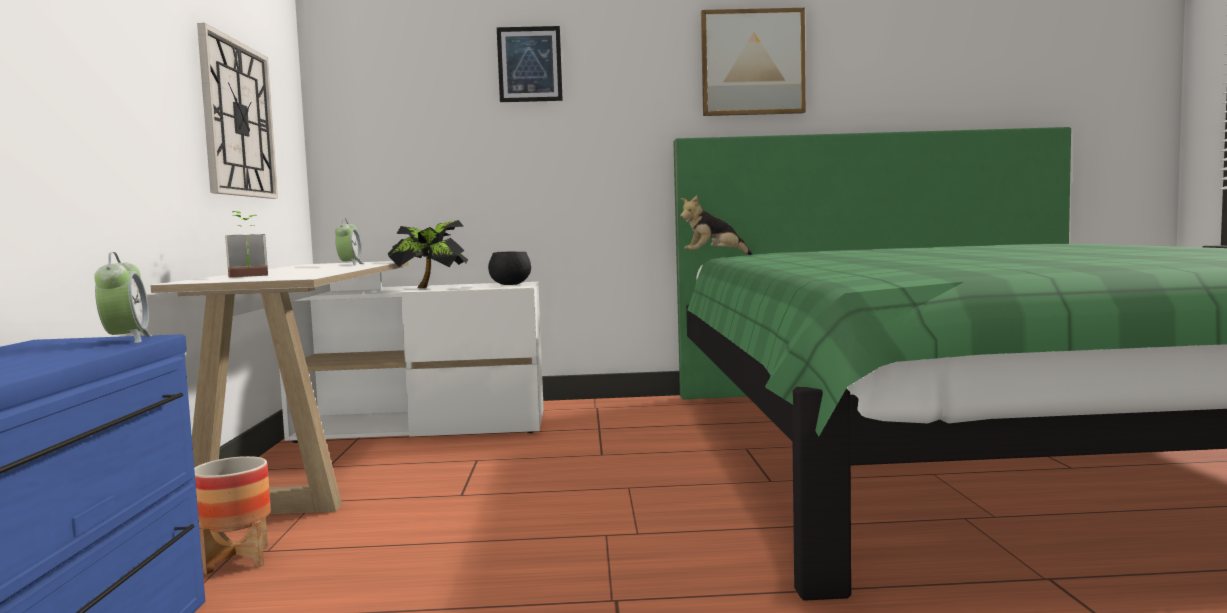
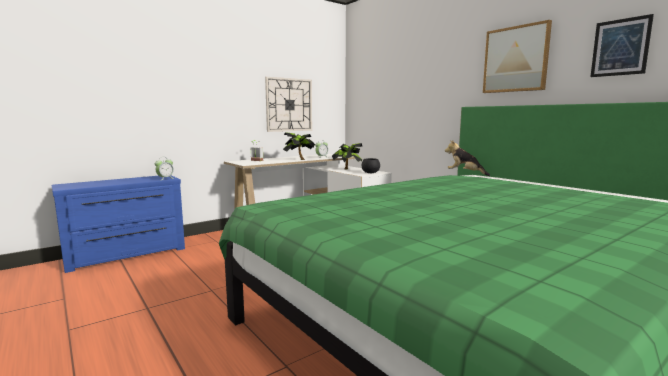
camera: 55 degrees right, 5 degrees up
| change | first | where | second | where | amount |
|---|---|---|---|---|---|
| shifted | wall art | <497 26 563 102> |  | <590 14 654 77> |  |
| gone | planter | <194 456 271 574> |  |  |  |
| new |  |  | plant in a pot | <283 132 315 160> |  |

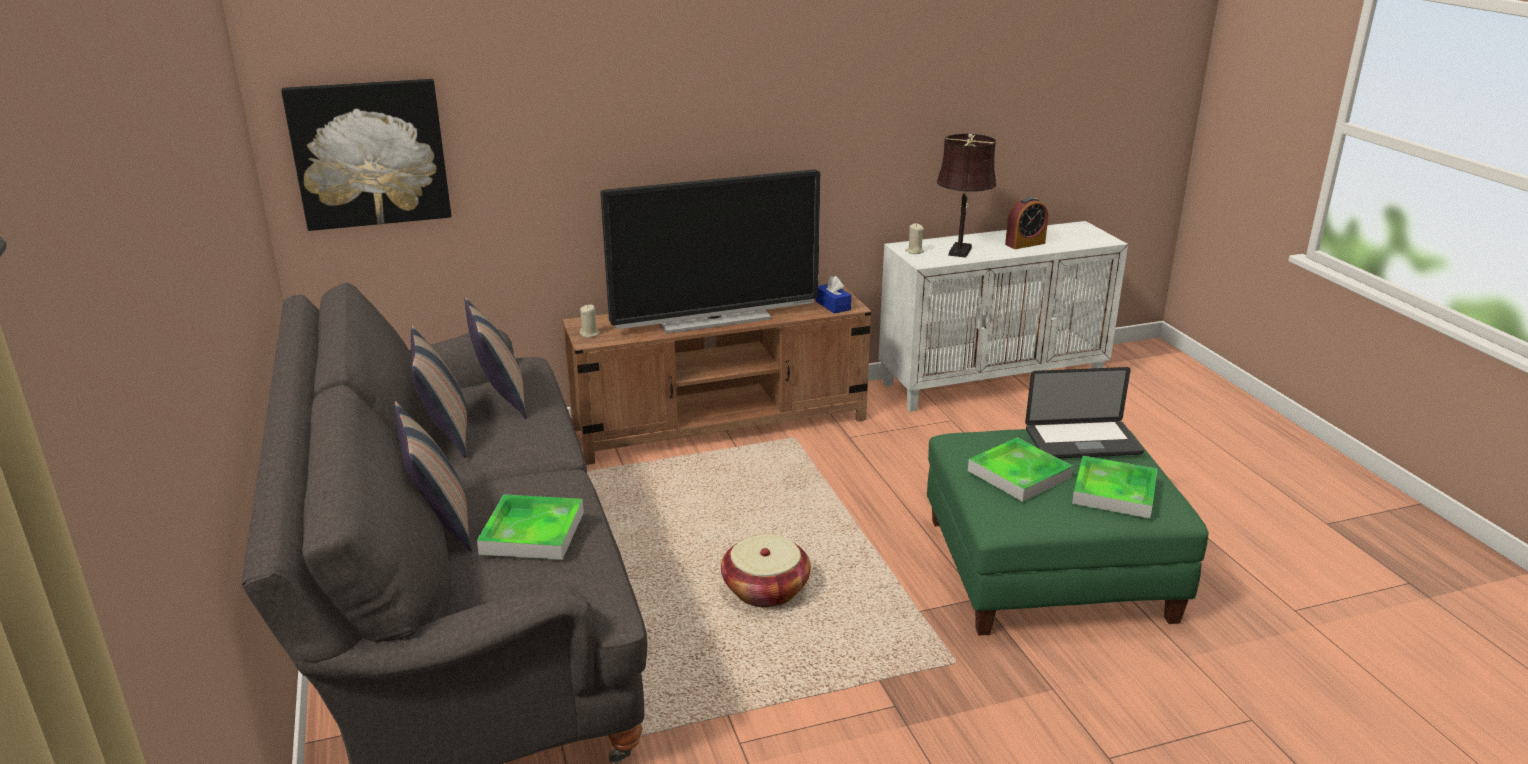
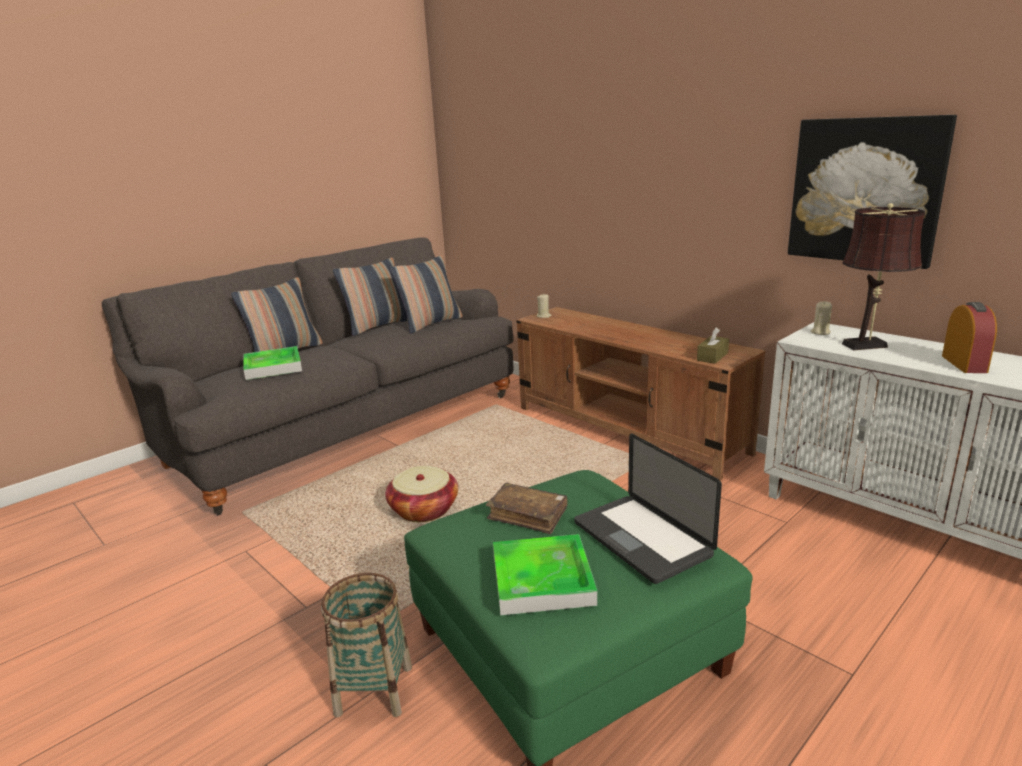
camera: 65 degrees right, 5 degrees down
| change | first | where | second | where | amount |
|---|---|---|---|---|---|
| shifted | wall art | <281 79 451 231> |  | <788 115 957 269> |  |
| gone | TV | <600 169 821 334> |  |  |  |
| rotated | bedside clock | <1005 197 1048 249> |  | <942 302 997 373> | 120 degrees counterclockwise |
| repainted | box of tissues (blue-coloured) | <815 276 851 314> | box of tissues (brown) | <697 327 729 364> |  |
| swapped | carrying tray | <968 438 1073 502> | volume (brown) | <486 483 568 534> |  |
| new |  |  | basket | <321 573 412 717> |  |

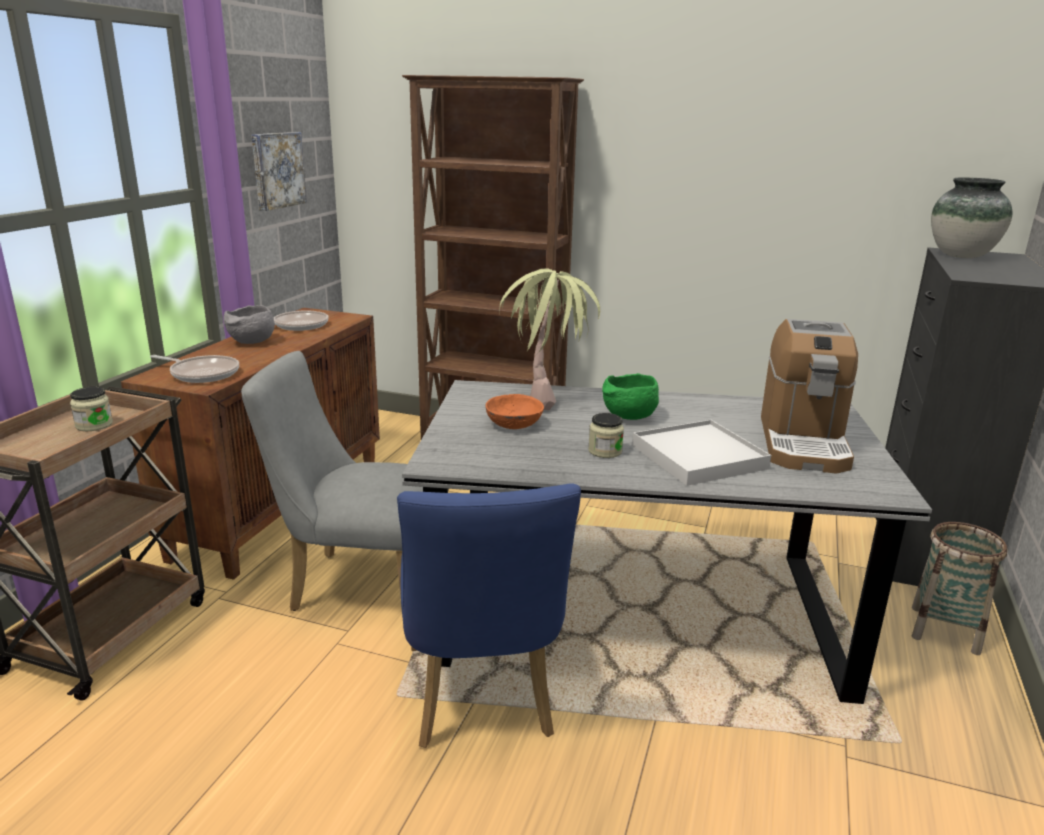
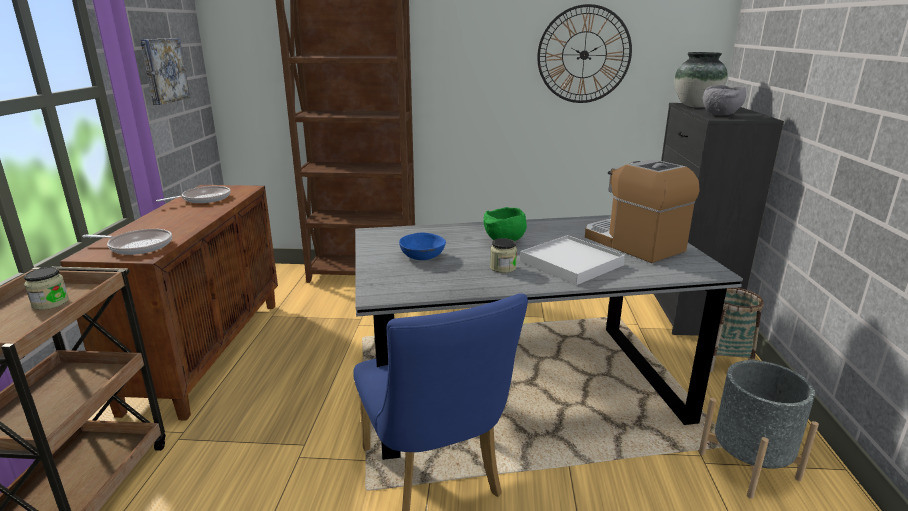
camera: 15 degrees left, 0 degrees up
| change | first | where | second | where | amount |
|---|---|---|---|---|---|
| gone | plant in a pot | <499 268 600 410> |  |  |  |
| shifted | serving bowl (greyish) | <224 305 275 344> |  | <703 85 746 115> |  |
| rotated | coffee brewer | <761 319 858 474> |  | <585 159 699 263> | 150 degrees clockwise |
| gone | upright chair (greyish) | <241 351 423 611> |  |  |  |
| repainted | serving bowl (orange-coloured) | <486 394 544 429> | serving bowl (blue-coloured) | <399 233 446 260> |  |
| new |  |  | clock on the wall | <537 4 632 103> |  |
| new |  |  | planter (greyish) | <699 360 819 499> |  |

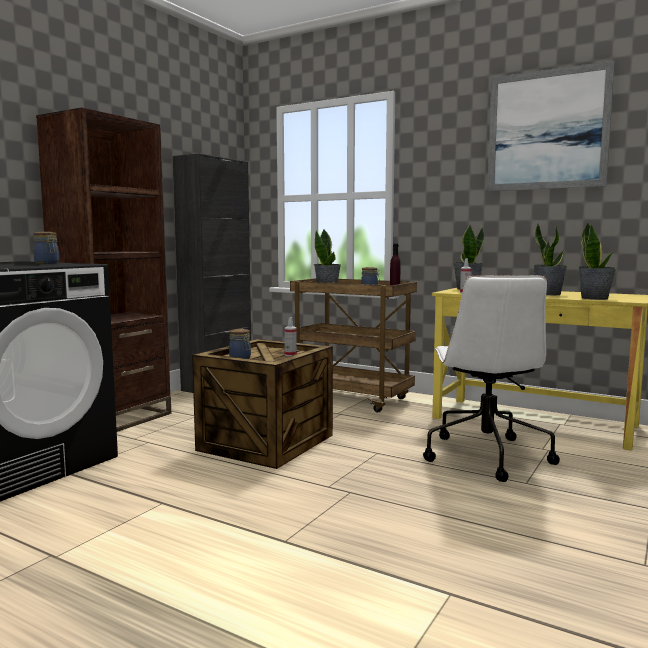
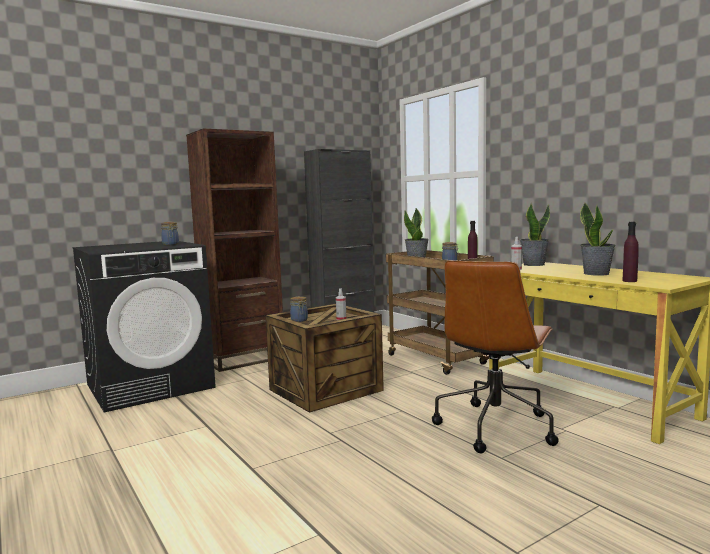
camera: 25 degrees right, 0 degrees up
| change | first | where | second | where | amount |
|---|---|---|---|---|---|
| gone | wall art | <487 61 615 191> |  |  |  |
| swapped | plant in a pot | <578 222 616 300> | beverage bottle (purple-coloured) | <622 222 639 282> |  |
| repainted | desk chair (white) | <423 275 560 482> | desk chair (brown) | <432 261 559 454> |  |

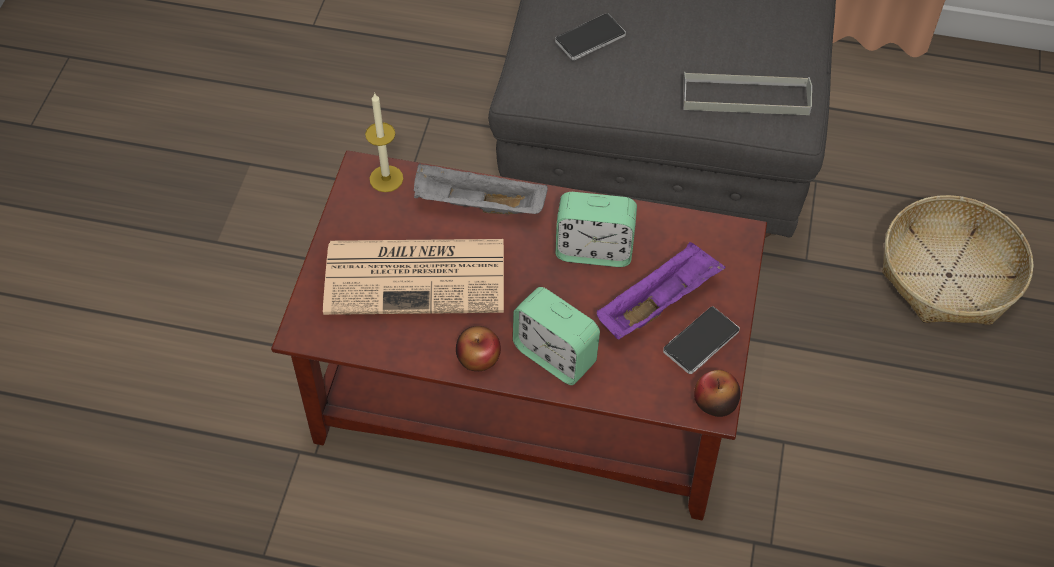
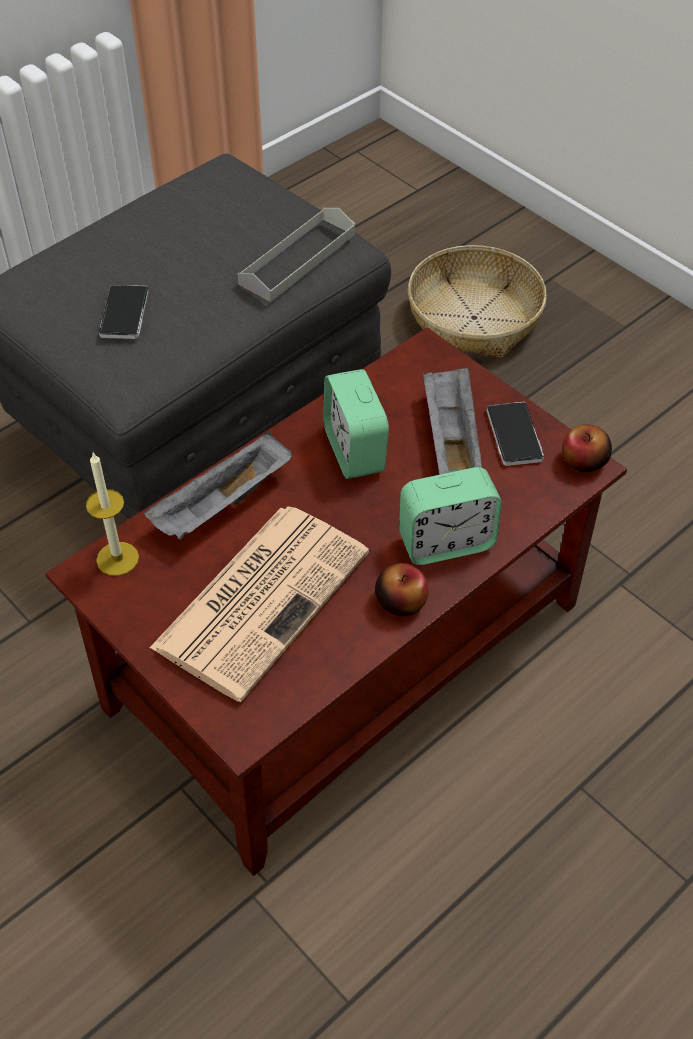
camera: 55 degrees left, 5 degrees down
| change | first | where | second | where | amount |
|---|---|---|---|---|---|
| rotated | bedside clock | <556 192 637 267> |  | <323 369 389 479> | 120 degrees clockwise |
| repainted | carrying tray (purple-coloured) | <597 242 726 339> | carrying tray (greyish) | <423 367 482 475> |  |

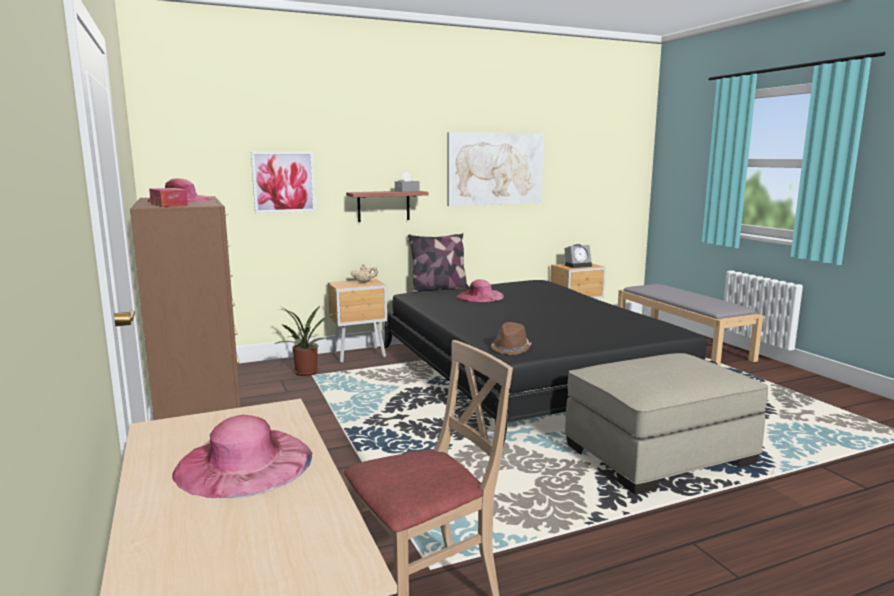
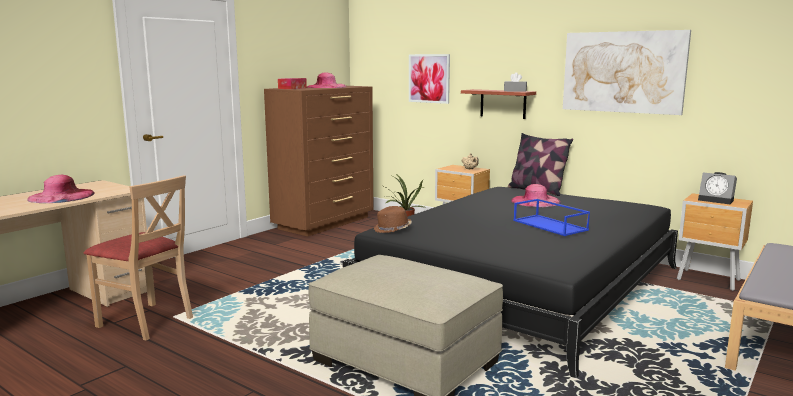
camera: 60 degrees right, 0 degrees up
| change | first | where | second | where | amount |
|---|---|---|---|---|---|
| new |  |  | carrying tray (blue-coloured) | <513 199 590 236> |  |

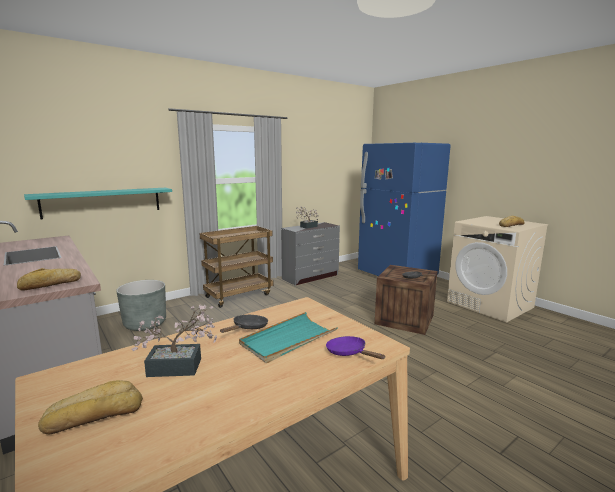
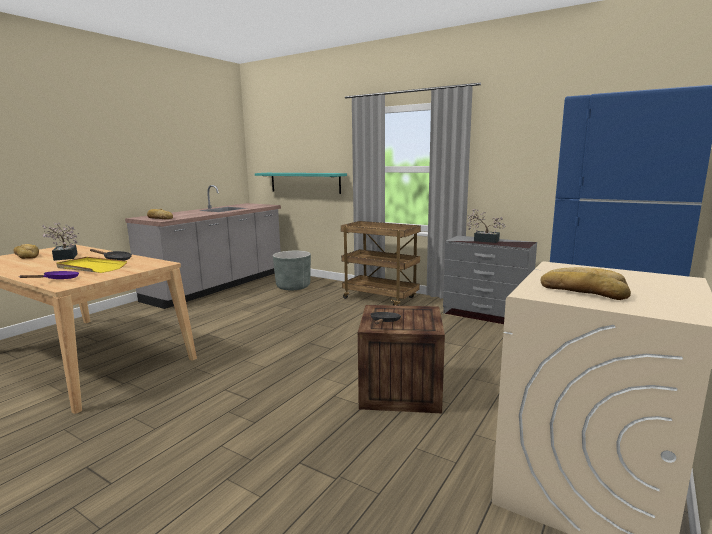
camera: 70 degrees right, 0 degrees up
| change | first | where | second | where | amount |
|---|---|---|---|---|---|
| repainted | carrying tray (blue-green) | <239 312 338 363> | carrying tray (yellowish) | <56 257 127 273> |  |

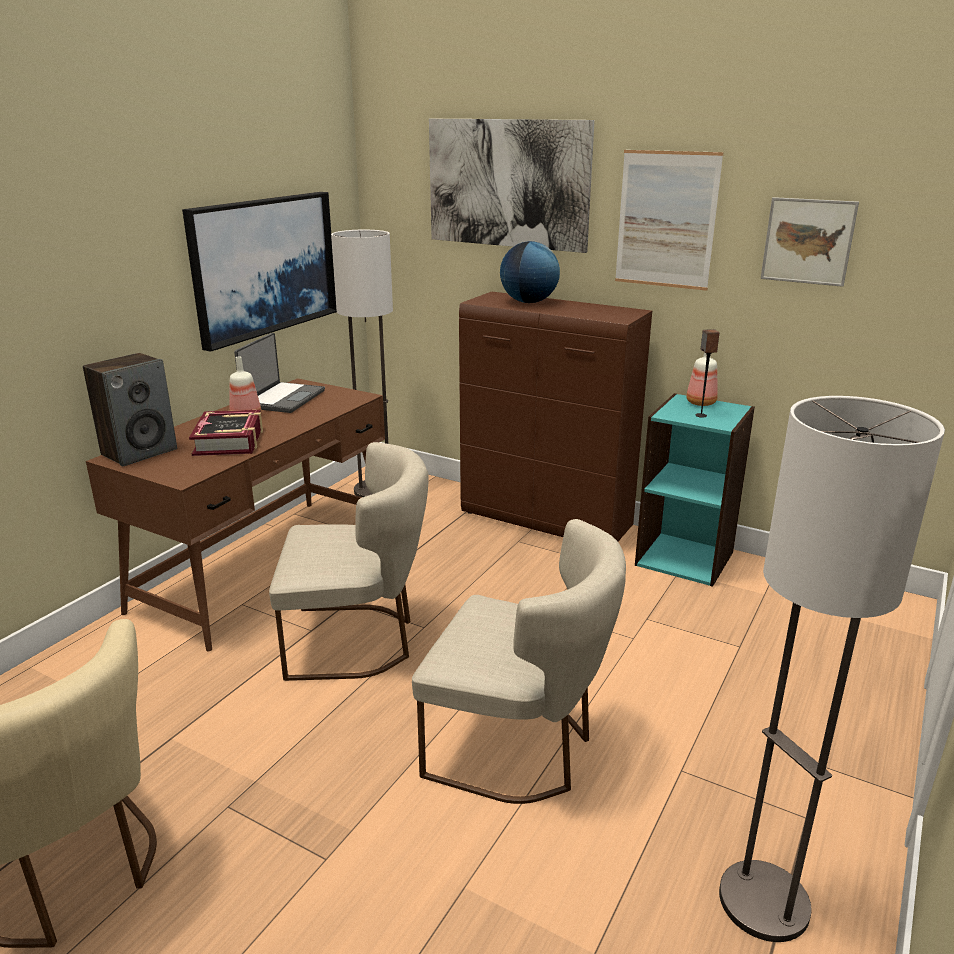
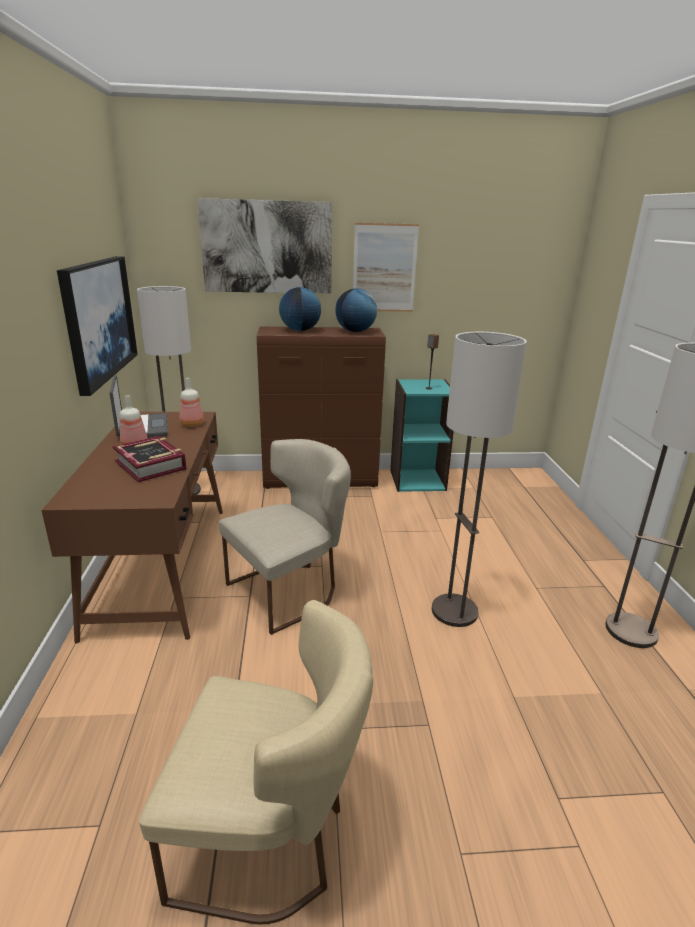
camera: 35 degrees left, 0 degrees up
| change | first | where | second | where | amount |
|---|---|---|---|---|---|
| gone | wall art | <761 197 859 287> |  |  |  |
| shifted | beverage bottle | <686 352 718 406> |  | <180 378 204 427> |  |
| gone | loudspeaker | <83 353 177 467> |  |  |  |
| swapped | upright chair (beige-coloured) | <412 519 626 804> | standard lamp | <432 332 527 627> |  |
| new |  |  | globe | <335 289 377 332> |  |

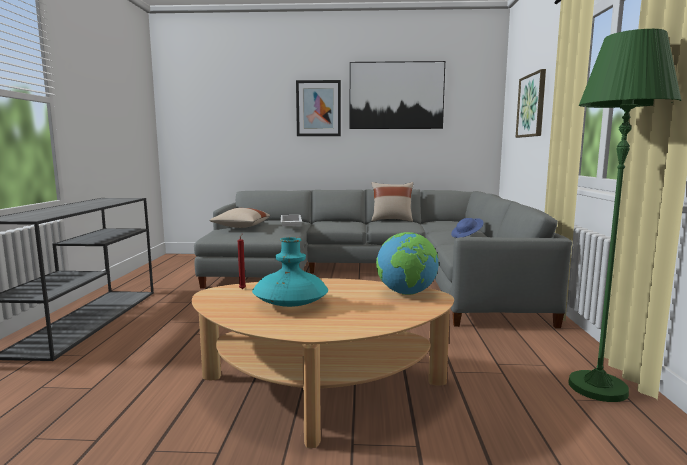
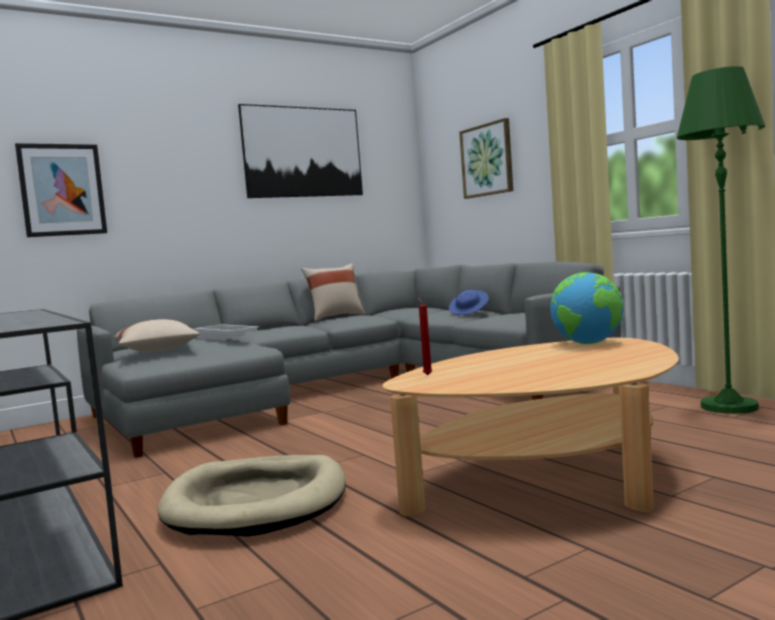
camera: 35 degrees left, 5 degrees down
| change | first | where | second | where | amount |
|---|---|---|---|---|---|
| shifted | wall art | <296 80 341 136> |  | <15 143 107 237> |  |
| gone | decorative vase (blue-green) | <252 237 328 307> |  |  |  |
| new |  |  | pet bed (beige-coloured) | <158 455 346 537> |  |

